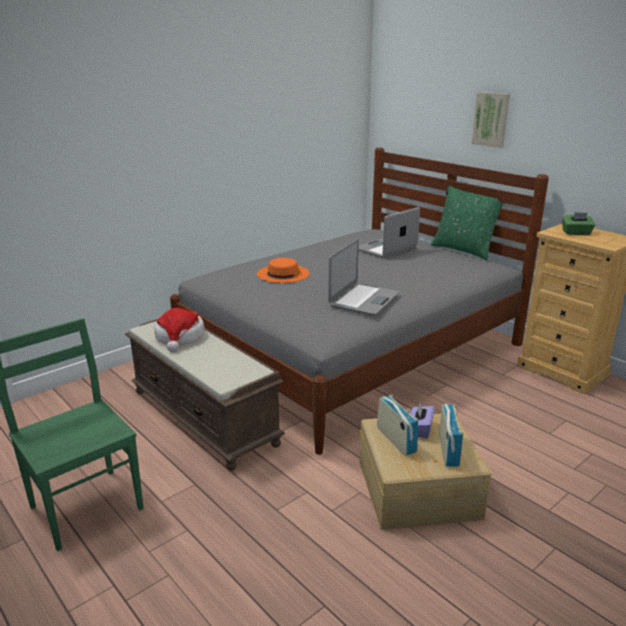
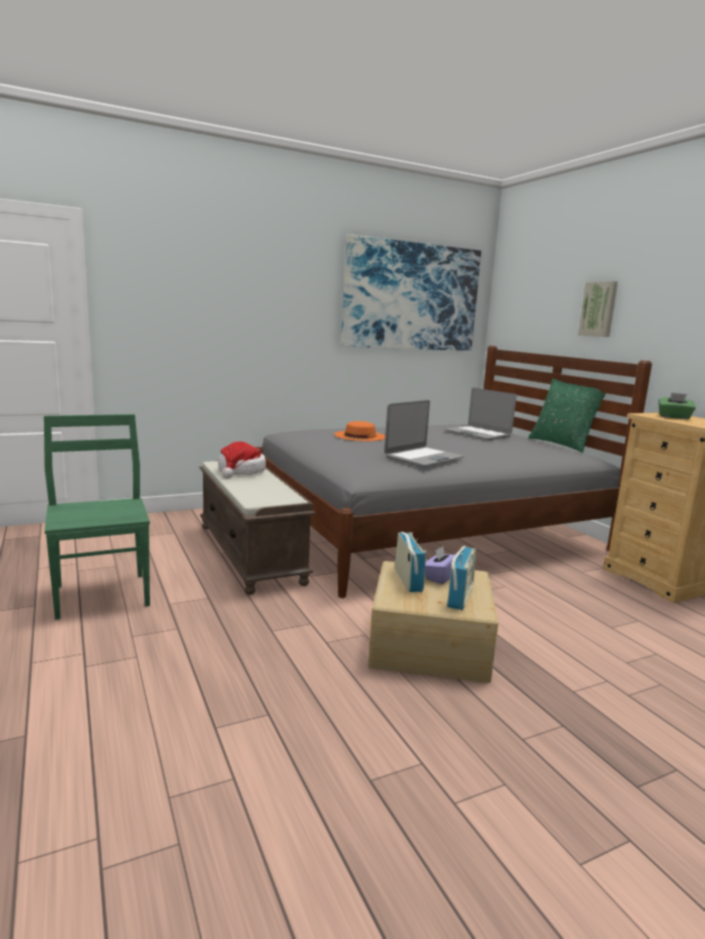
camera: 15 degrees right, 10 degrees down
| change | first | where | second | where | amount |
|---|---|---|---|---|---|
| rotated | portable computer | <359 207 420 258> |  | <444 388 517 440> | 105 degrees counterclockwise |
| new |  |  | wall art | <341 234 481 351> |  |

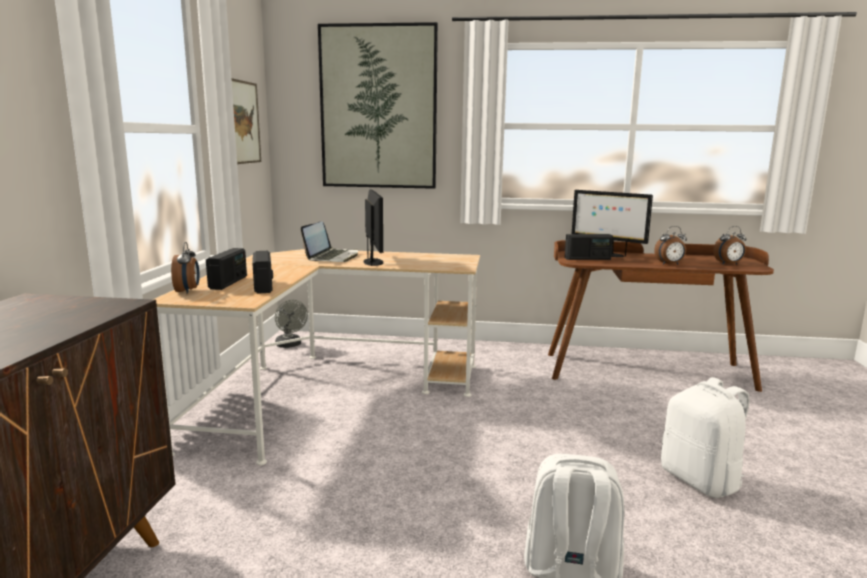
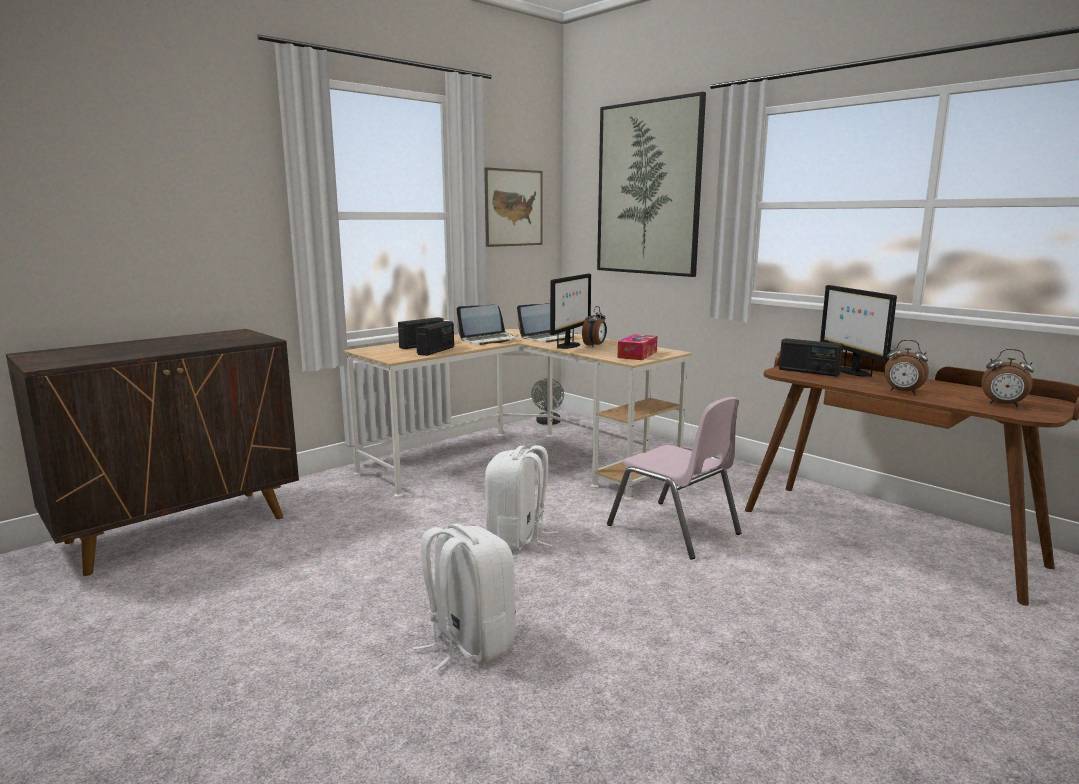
camera: 40 degrees right, 0 degrees up
| change | first | where | second | where | amount |
|---|---|---|---|---|---|
| shifted | bedside clock | <171 242 200 294> |  | <582 306 607 347> |  |
| shifted | backpack (white) | <661 377 750 498> |  | <485 445 559 551> |  |
| new |  |  | portable computer | <457 305 517 345> |  |
| new |  |  | box of tissues | <618 334 657 360> |  |
| new |  |  | upright chair (pink-coloured) | <607 397 742 560> |  |

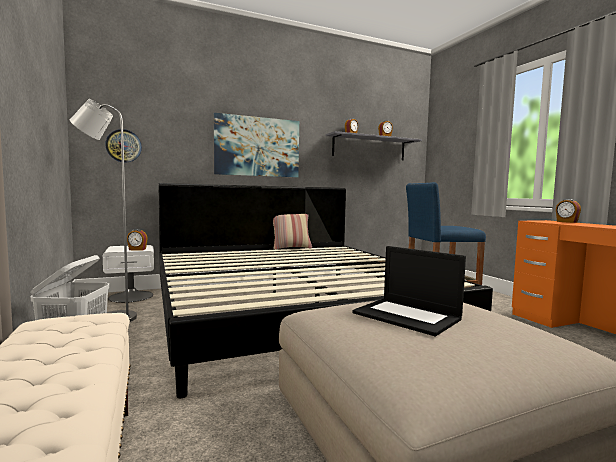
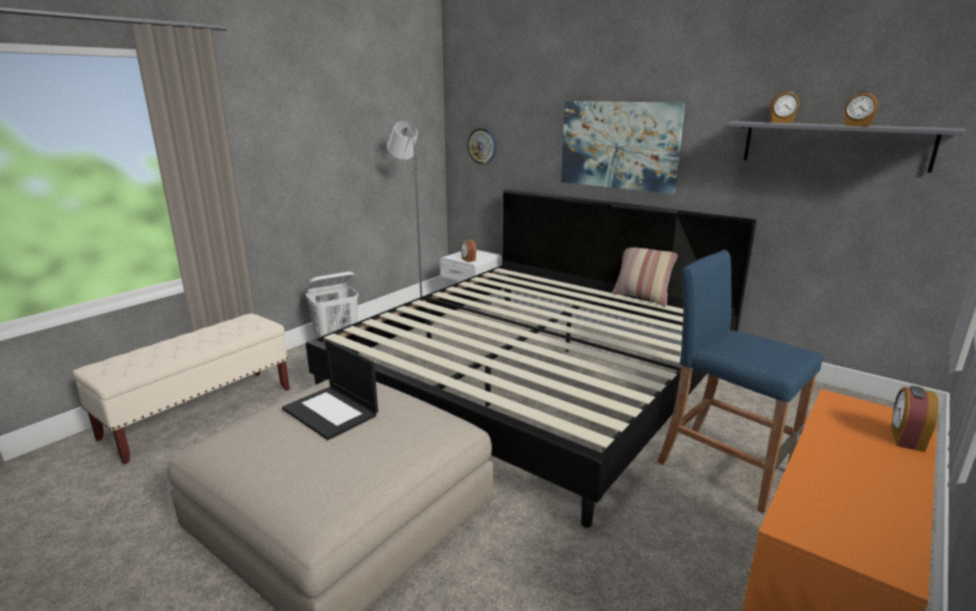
camera: 60 degrees right, 15 degrees up
| change | first | where | second | where | amount |
|---|---|---|---|---|---|
| rotated | portable computer | <352 246 466 336> |  | <282 339 378 440> | 60 degrees counterclockwise |

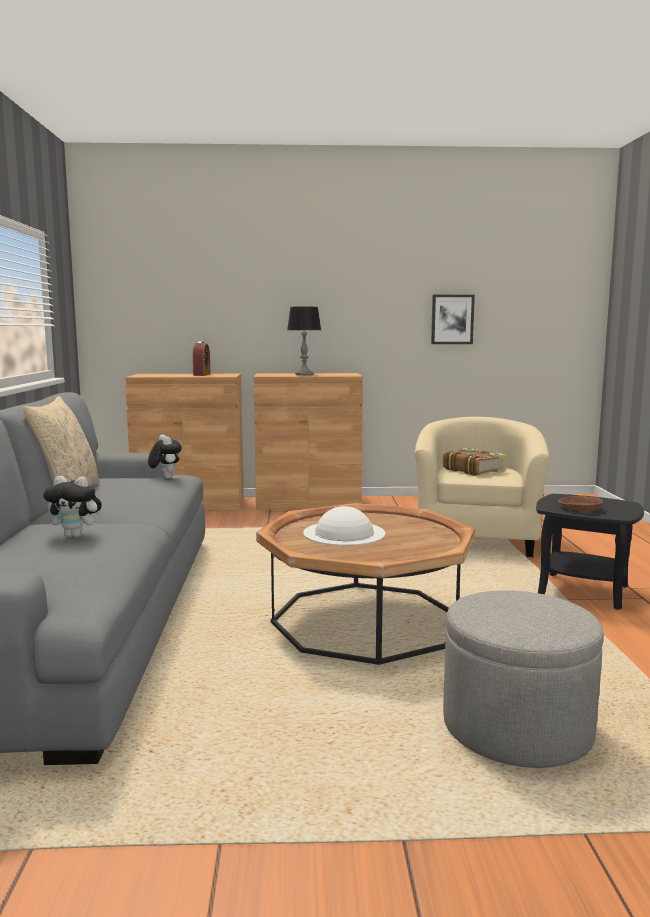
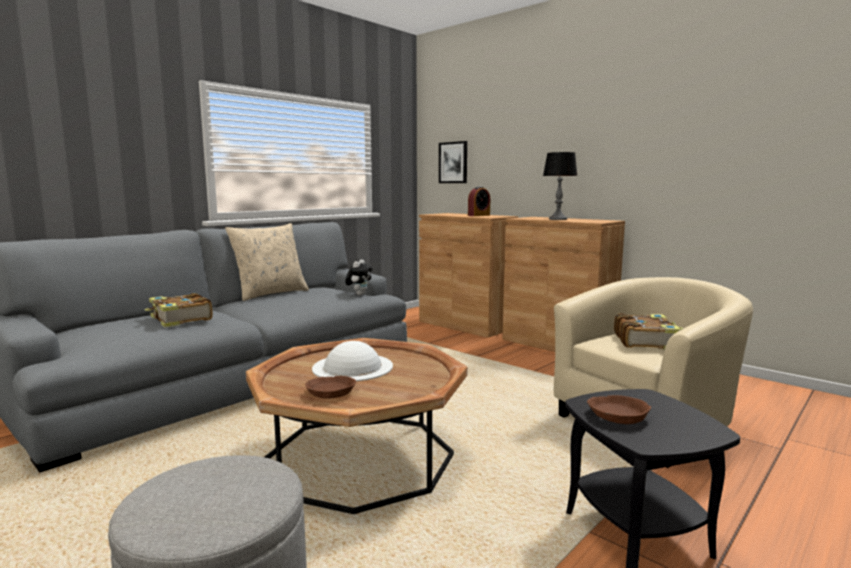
camera: 45 degrees right, 0 degrees up
| change | first | where | second | where | amount |
|---|---|---|---|---|---|
| shifted | wall art | <431 295 475 344> |  | <439 141 467 183> |  |
| swapped | cuddly toy | <43 476 103 537> | volume | <145 293 213 327> |  |
| new |  |  | serving bowl (brown) | <305 376 356 399> |  |

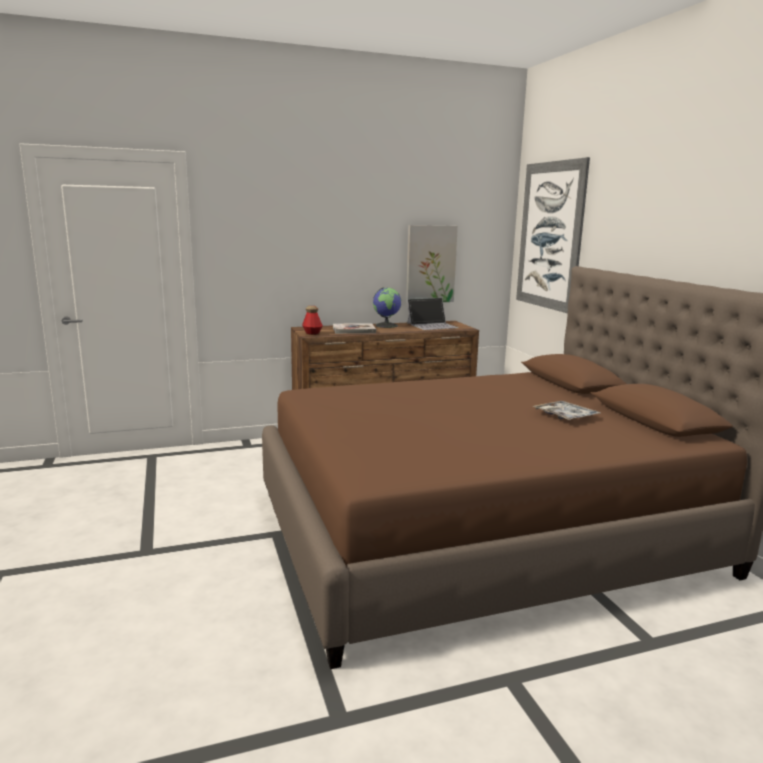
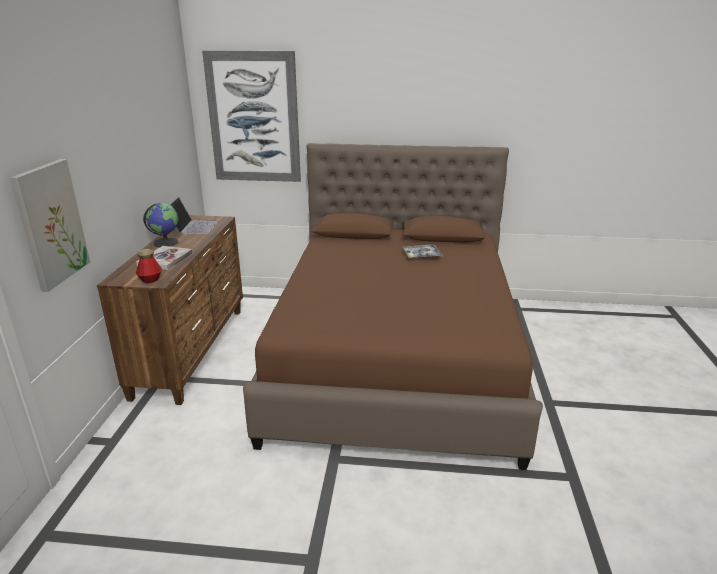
camera: 65 degrees left, 10 degrees up
| change | first | where | second | where | amount |
|---|---|---|---|---|---|
| shifted | wall art | <406 225 458 303> |  | <10 159 90 292> |  |

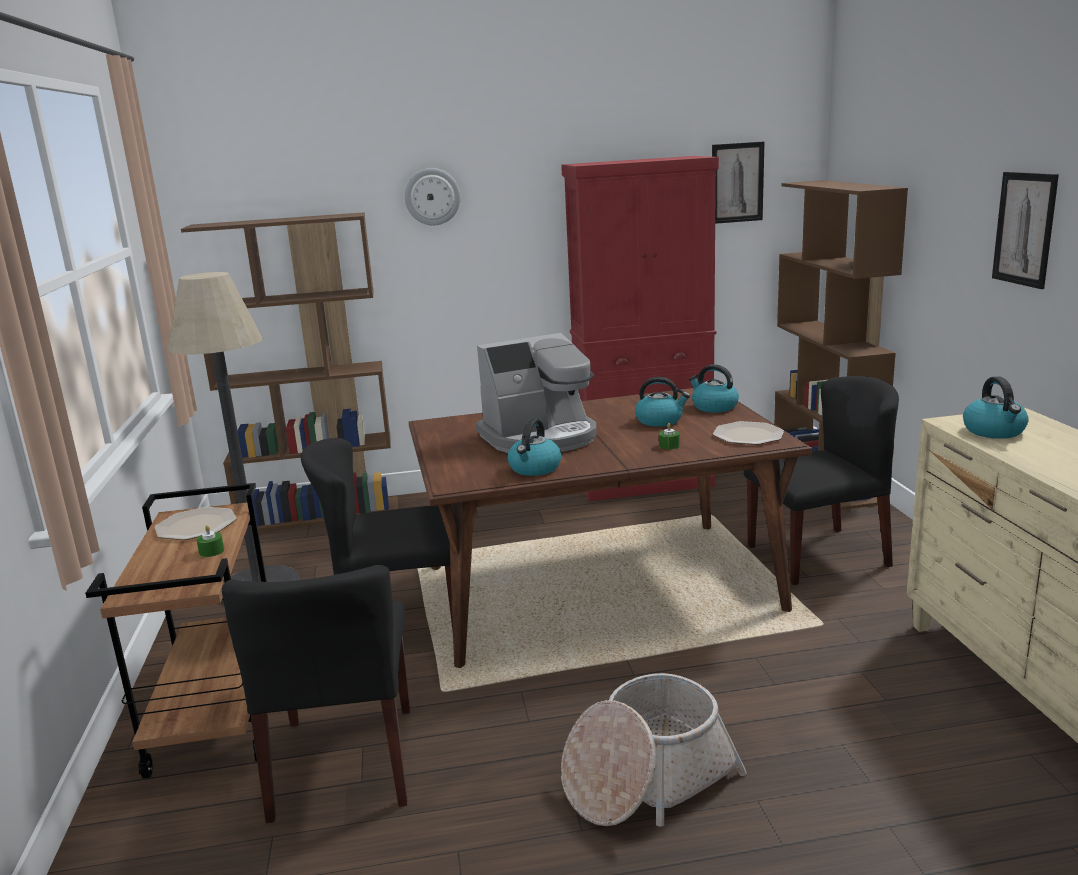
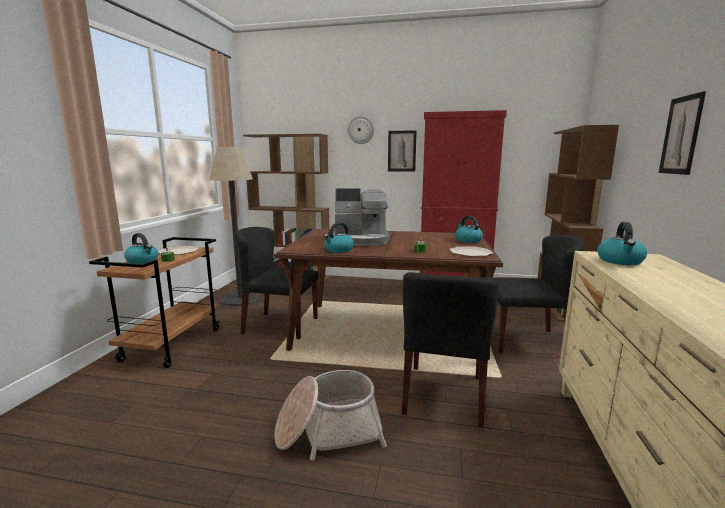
camera: 20 degrees right, 5 degrees down
| change | first | where | second | where | amount |
|---|---|---|---|---|---|
| shifted | wall art | <712 141 765 224> |  | <388 130 417 172> |  |
| shifted | water kettle | <635 377 690 427> |  | <124 233 158 264> |  |
| shifted | upright chair (black-coloured) | <222 565 410 823> |  | <402 272 499 428> |  |

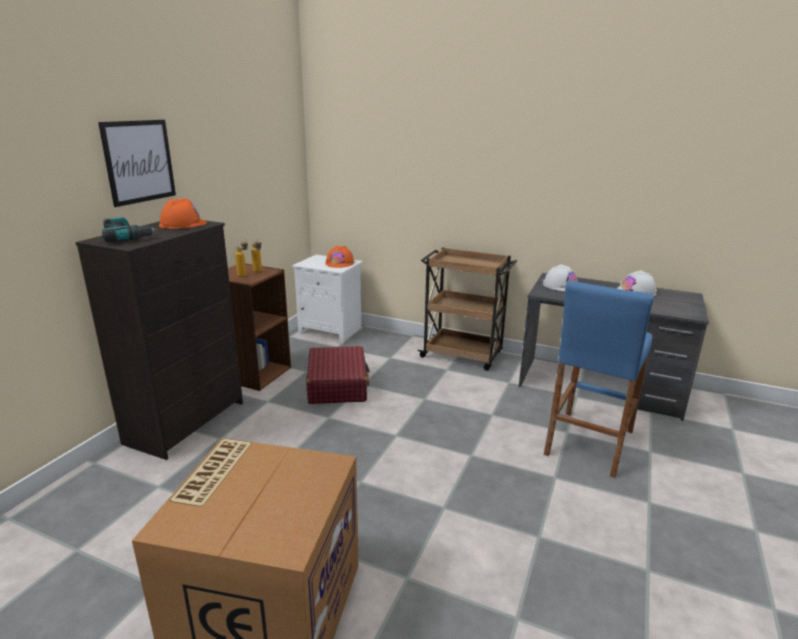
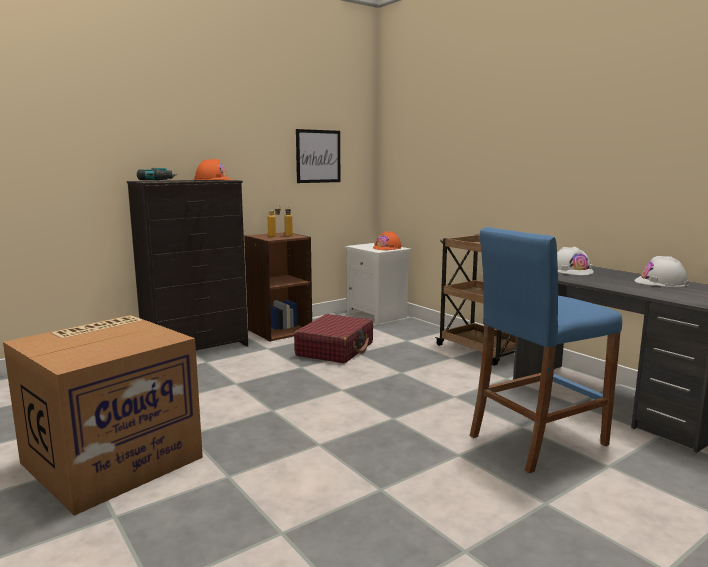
camera: 30 degrees right, 10 degrees down
| change | first | where | second | where | amount |
|---|---|---|---|---|---|
| shifted | wall art | <98 120 176 207> |  | <296 129 340 183> |  |

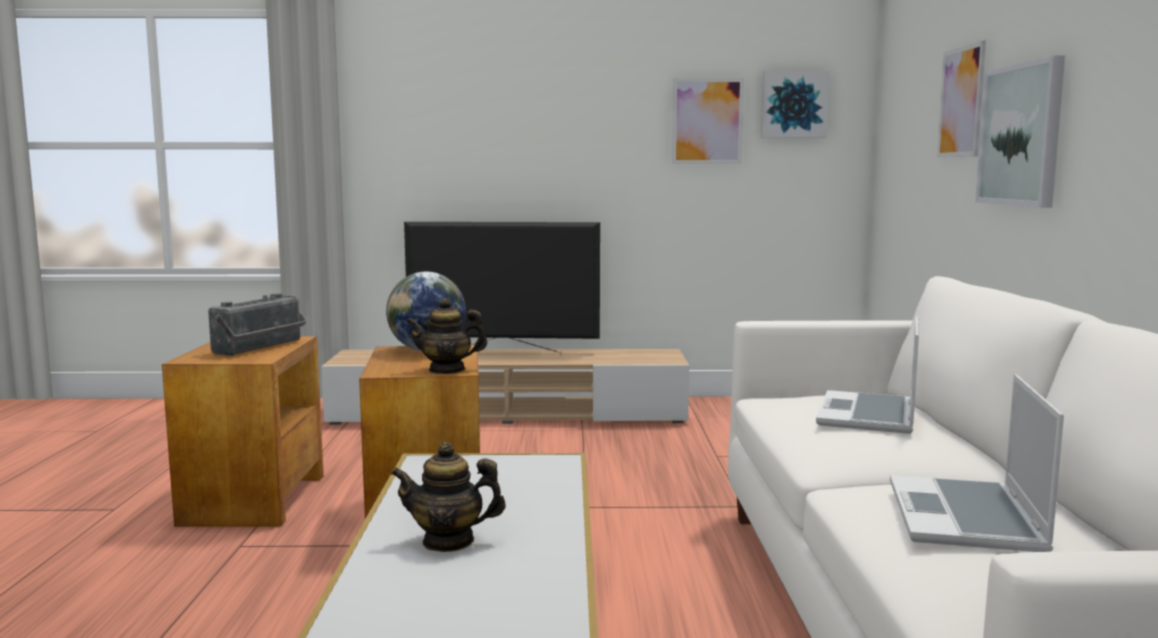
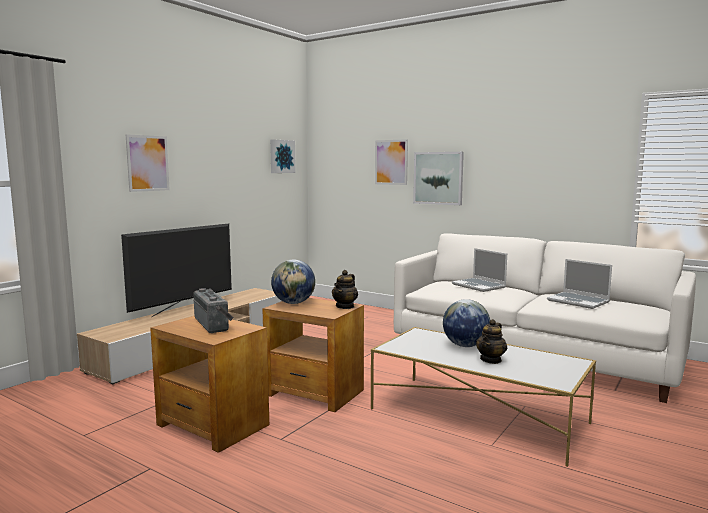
camera: 55 degrees left, 0 degrees up
| change | first | where | second | where | amount |
|---|---|---|---|---|---|
| shifted | wall art | <672 78 744 164> |  | <125 134 170 192> |  |
| new |  |  | globe | <443 299 490 347> |  |

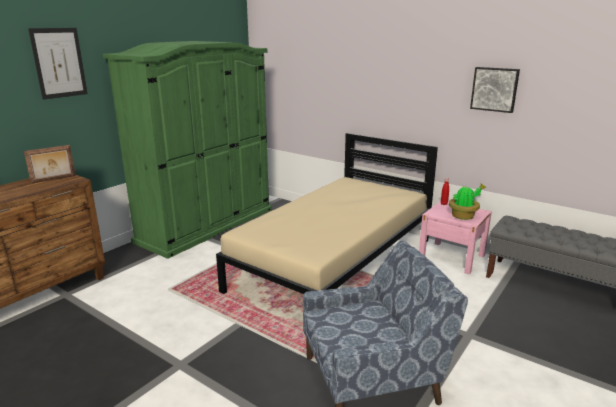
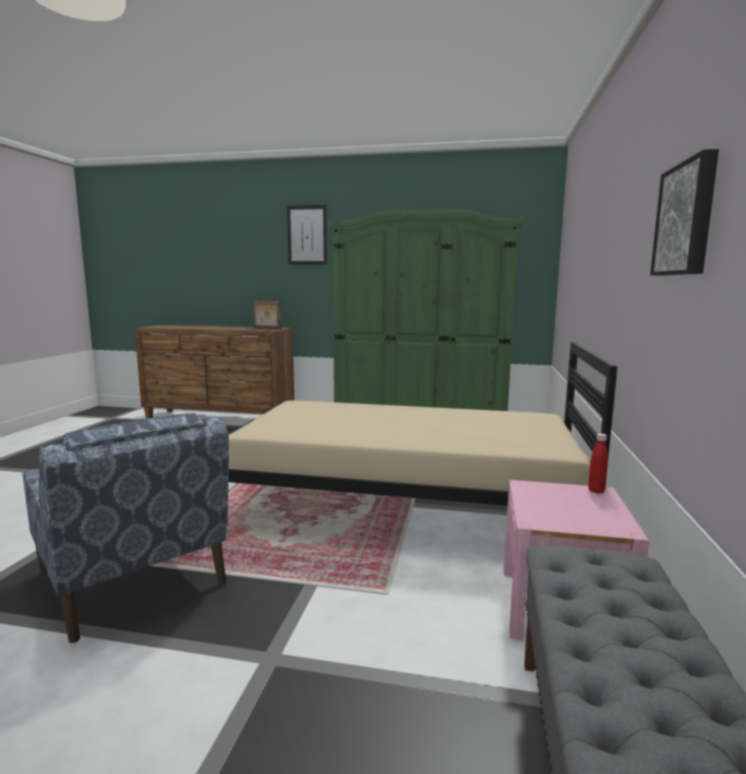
camera: 65 degrees right, 10 degrees down
| change | first | where | second | where | amount |
|---|---|---|---|---|---|
| gone | plant in a pot | <449 184 486 220> |  |  |  |

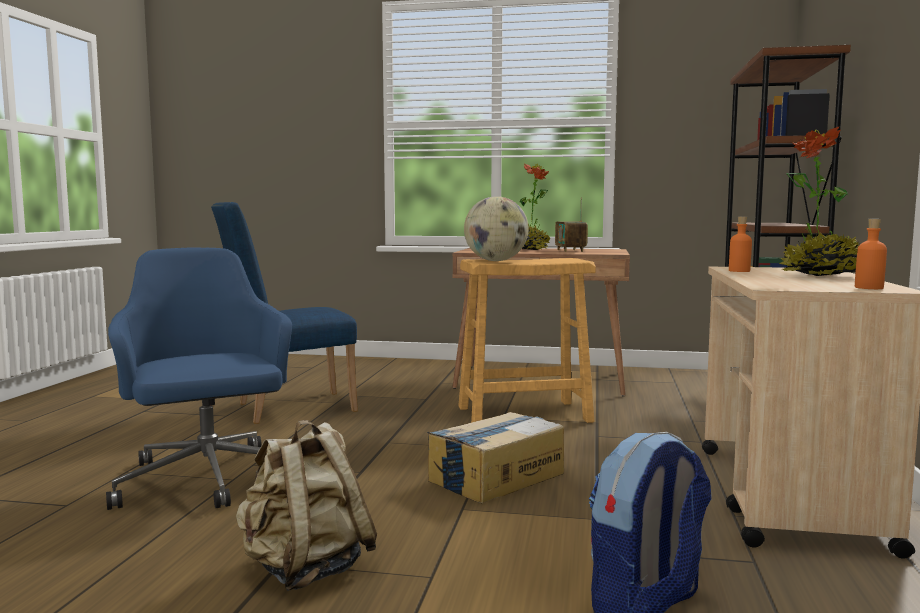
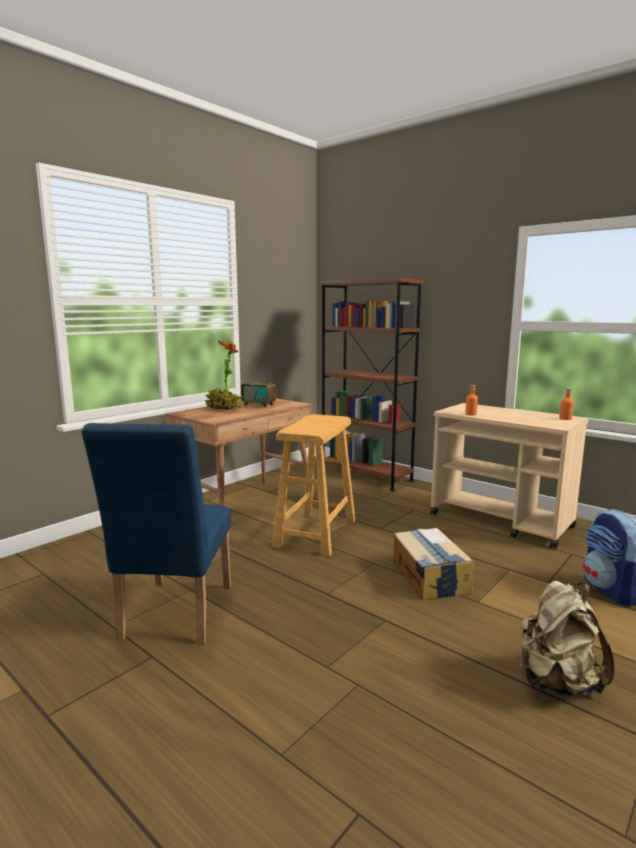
camera: 60 degrees left, 5 degrees up
| change | first | where | second | where | amount |
|---|---|---|---|---|---|
| gone | plant in a pot | <779 126 859 276> |  |  |  |
| gone | globe | <464 196 529 261> |  |  |  |
| gone | desk chair (blue-coloured) | <106 248 292 510> |  |  |  |

